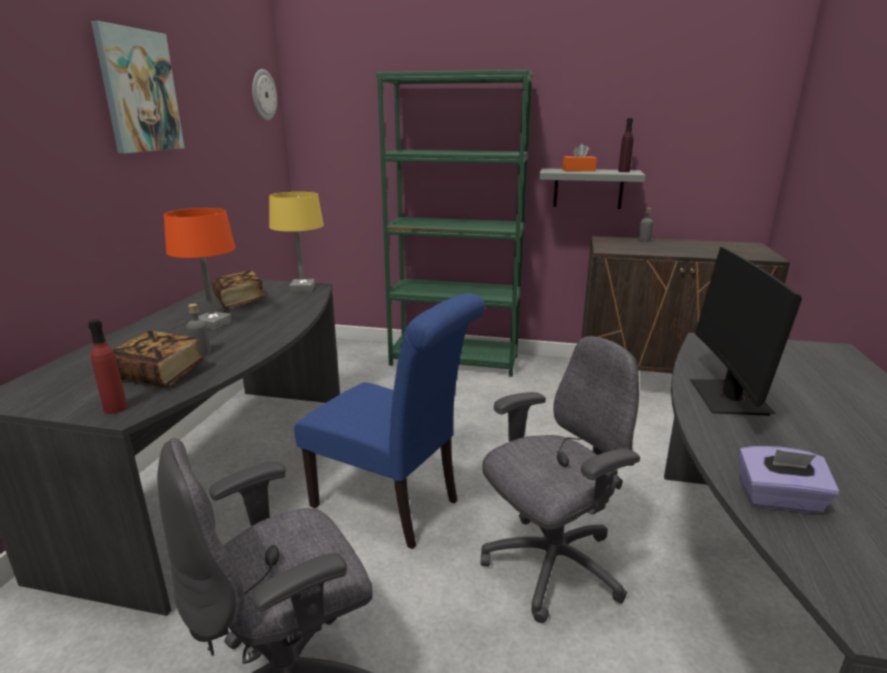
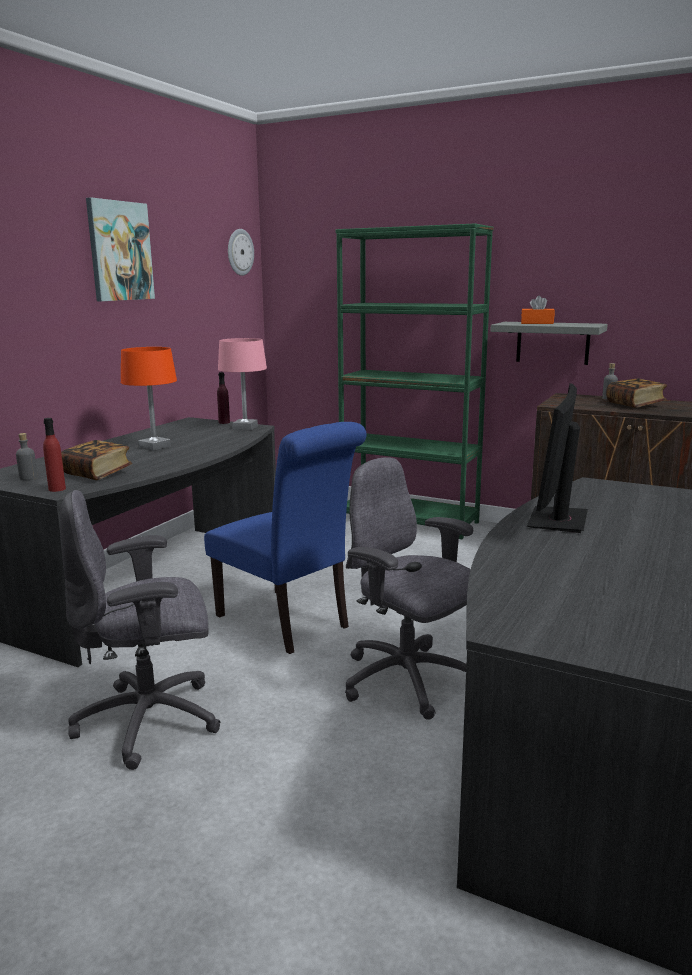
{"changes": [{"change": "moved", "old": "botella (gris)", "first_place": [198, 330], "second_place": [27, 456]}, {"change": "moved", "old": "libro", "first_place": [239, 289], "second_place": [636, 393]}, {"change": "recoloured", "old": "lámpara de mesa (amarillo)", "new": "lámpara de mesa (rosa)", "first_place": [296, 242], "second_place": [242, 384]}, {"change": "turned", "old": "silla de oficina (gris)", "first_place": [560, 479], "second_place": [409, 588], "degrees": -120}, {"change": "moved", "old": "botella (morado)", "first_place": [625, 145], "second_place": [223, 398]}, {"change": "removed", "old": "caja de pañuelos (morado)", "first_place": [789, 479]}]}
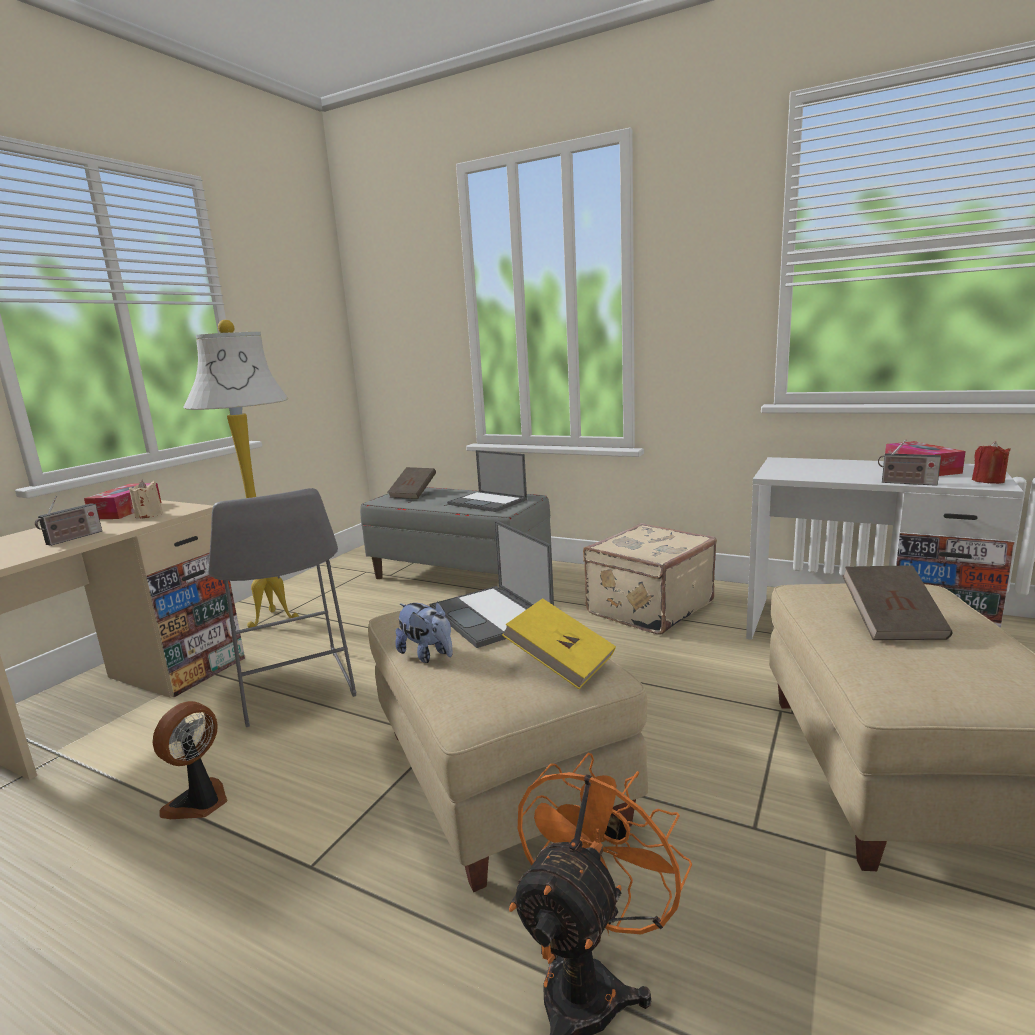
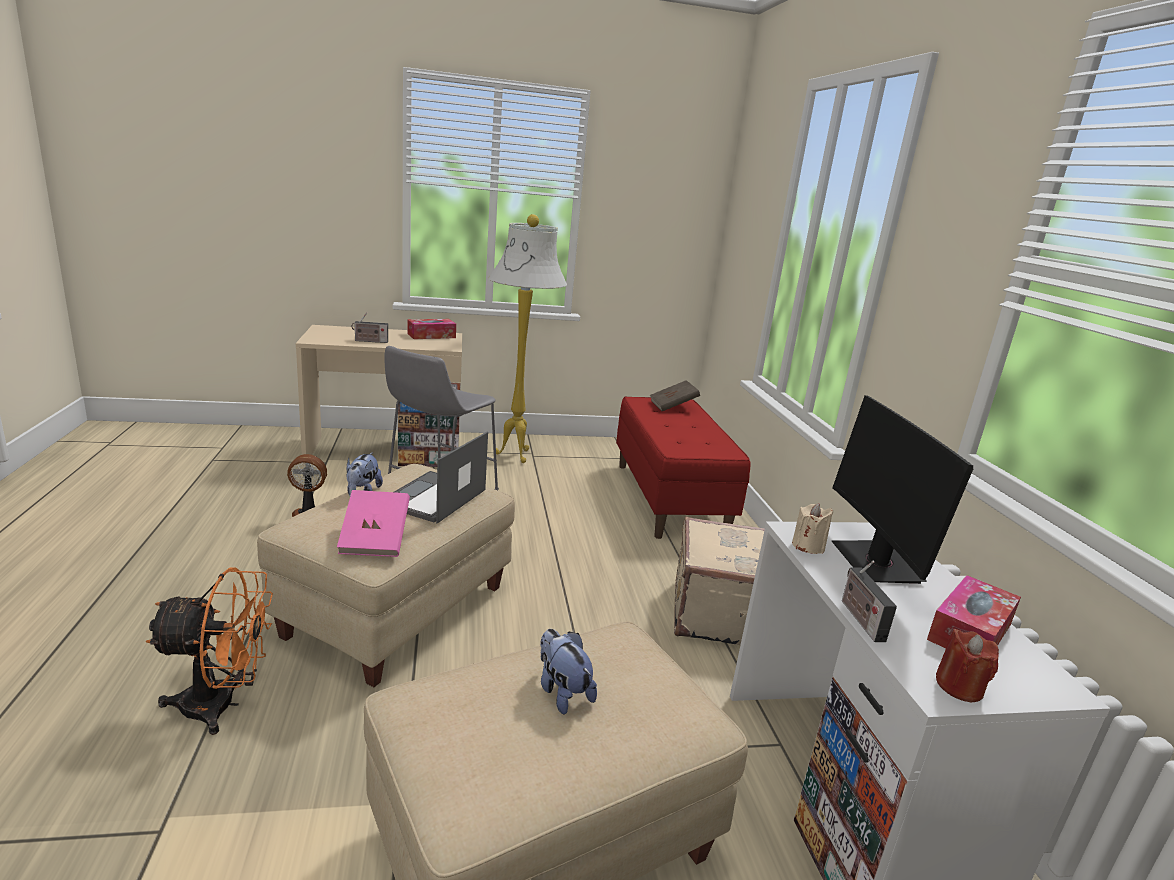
{"changes": [{"change": "moved", "old": "vela (beis)", "first_place": [146, 499], "second_place": [812, 528]}, {"change": "recoloured", "old": "banco (gris)", "new": "banco (rojo)", "first_place": [455, 533], "second_place": [683, 468]}, {"change": "removed", "old": "portátil", "first_place": [487, 481]}, {"change": "recoloured", "old": "libro (amarillo)", "new": "libro (rosa)", "first_place": [559, 643], "second_place": [373, 523]}, {"change": "replaced", "old": "libro (marrón)", "new": "peluche", "first_place": [897, 602], "second_place": [568, 672]}, {"change": "added", "new": "monitor", "second_place": [902, 489]}]}
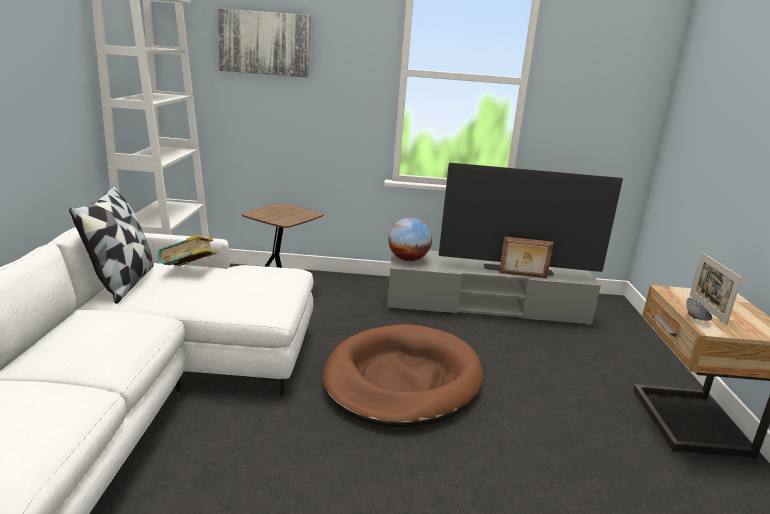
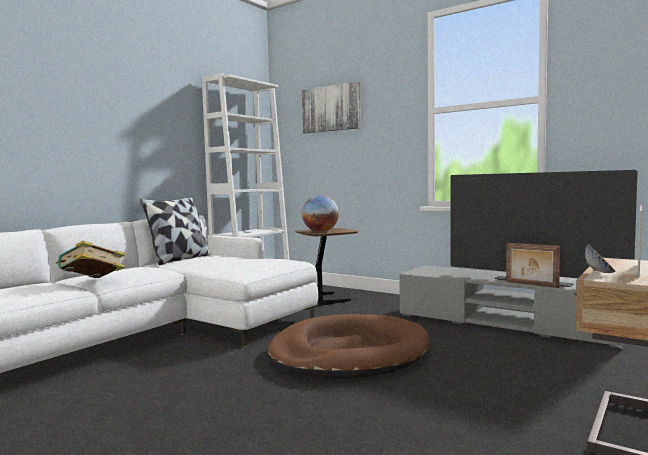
{"changes": [{"change": "moved", "old": "libro", "first_place": [187, 250], "second_place": [90, 259]}, {"change": "moved", "old": "globo terráqueo", "first_place": [410, 239], "second_place": [320, 213]}]}
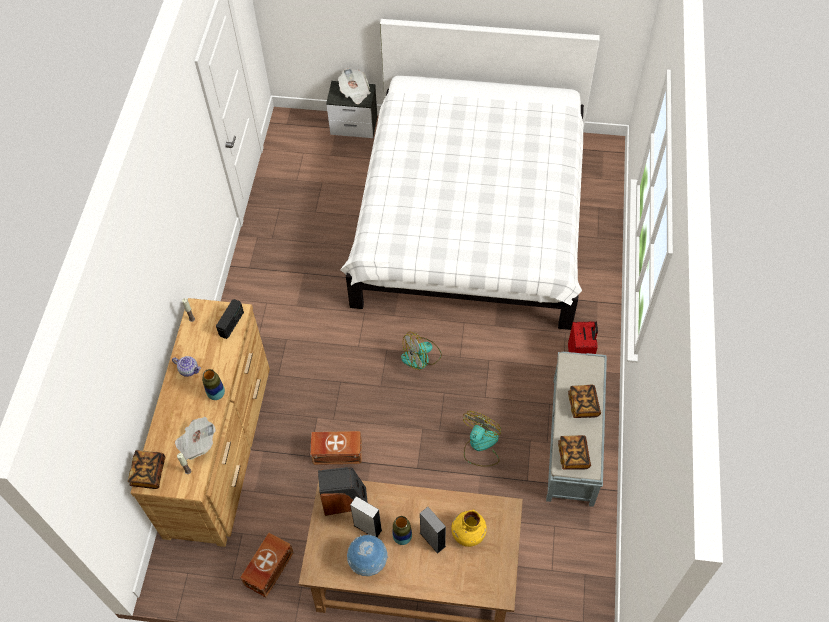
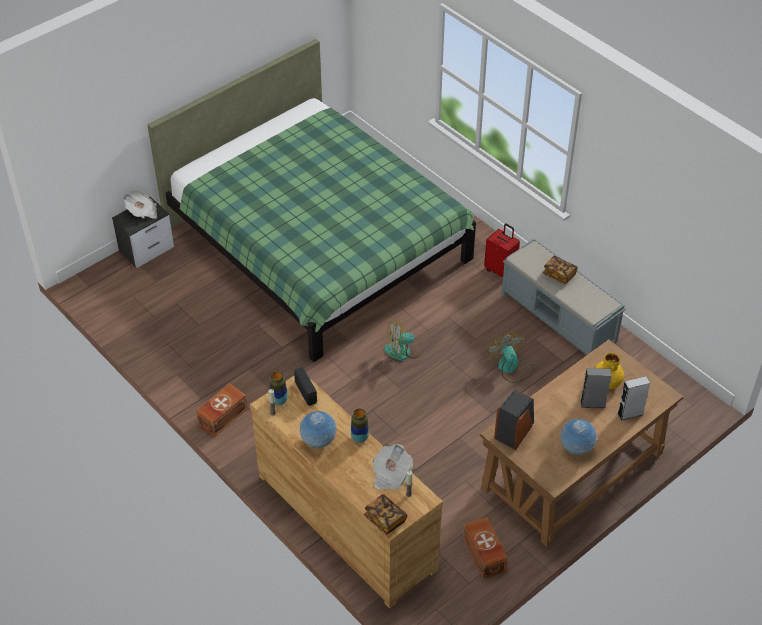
{"changes": [{"change": "replaced", "old": "tetera", "new": "globo terráqueo", "first_place": [186, 366], "second_place": [318, 429]}, {"change": "moved", "old": "caja de almacenaje (marrón)", "first_place": [336, 448], "second_place": [221, 410]}, {"change": "recoloured", "old": "cama (blanco)", "new": "cama (verde)", "first_place": [470, 174], "second_place": [311, 200]}, {"change": "moved", "old": "altavoz (gris)", "first_place": [366, 516], "second_place": [633, 398]}, {"change": "moved", "old": "florero", "first_place": [402, 530], "second_place": [279, 388]}, {"change": "turned", "old": "ventilador", "first_place": [421, 351], "second_place": [404, 340], "degrees": 60}, {"change": "removed", "old": "libro", "first_place": [574, 452]}]}
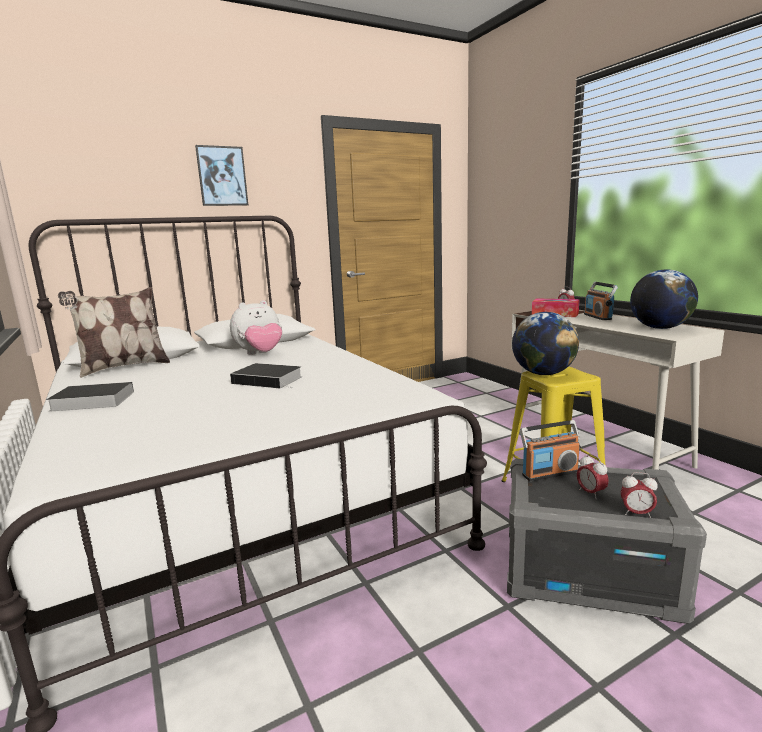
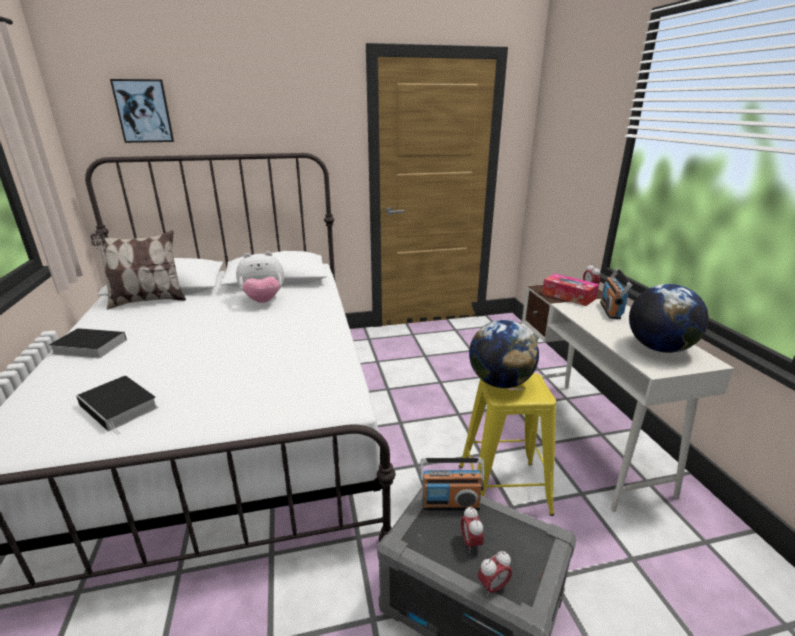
{"changes": [{"change": "moved", "old": "cuadro", "first_place": [221, 175], "second_place": [142, 111]}, {"change": "moved", "old": "libro", "first_place": [266, 375], "second_place": [117, 405]}, {"change": "turned", "old": "despertador", "first_place": [639, 495], "second_place": [495, 574], "degrees": -60}]}
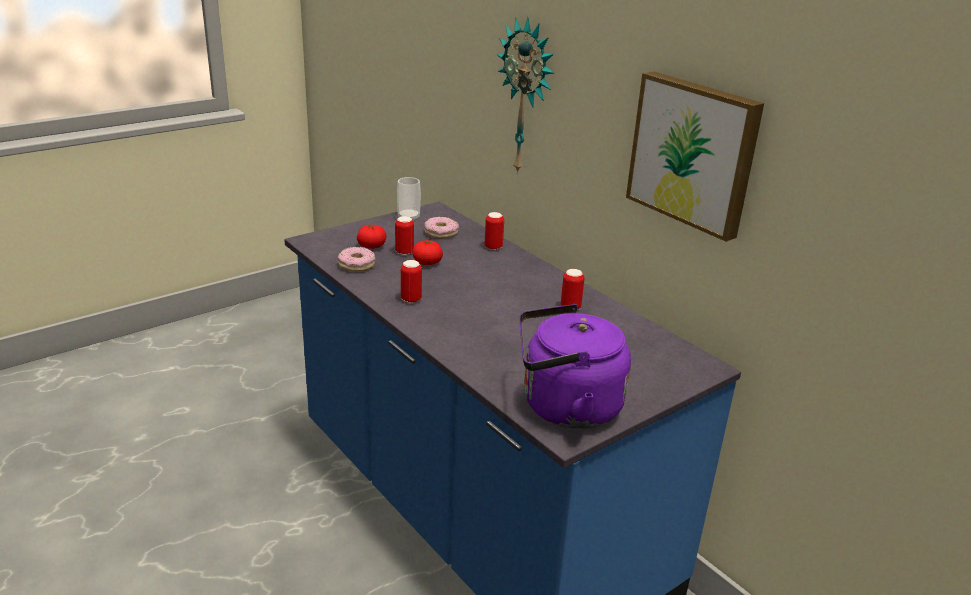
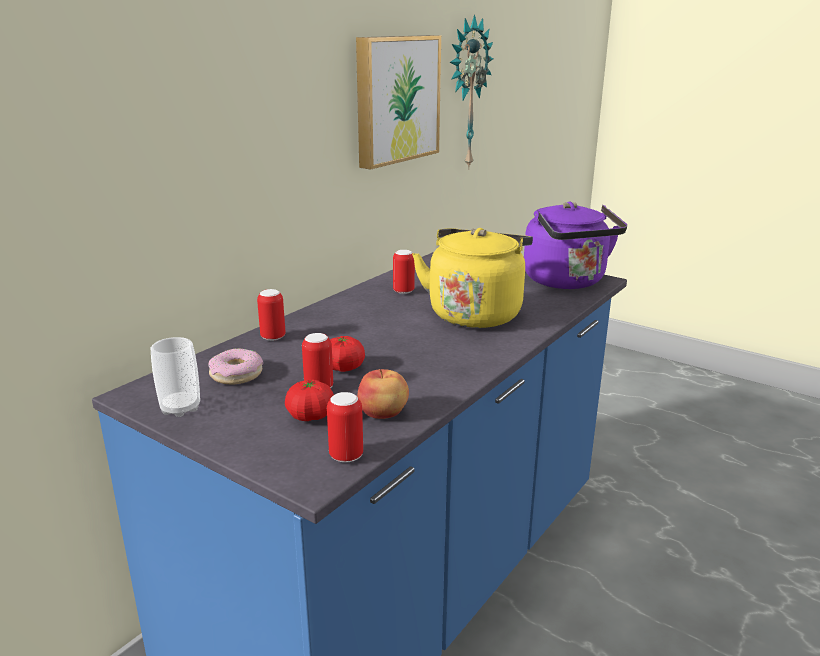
{"changes": [{"change": "replaced", "old": "rosquilla", "new": "manzana", "first_place": [356, 259], "second_place": [383, 394]}, {"change": "moved", "old": "lata", "first_place": [411, 281], "second_place": [345, 427]}, {"change": "moved", "old": "reloj de pared", "first_place": [525, 95], "second_place": [471, 92]}, {"change": "added", "new": "hervidor (amarillo)", "second_place": [472, 278]}]}
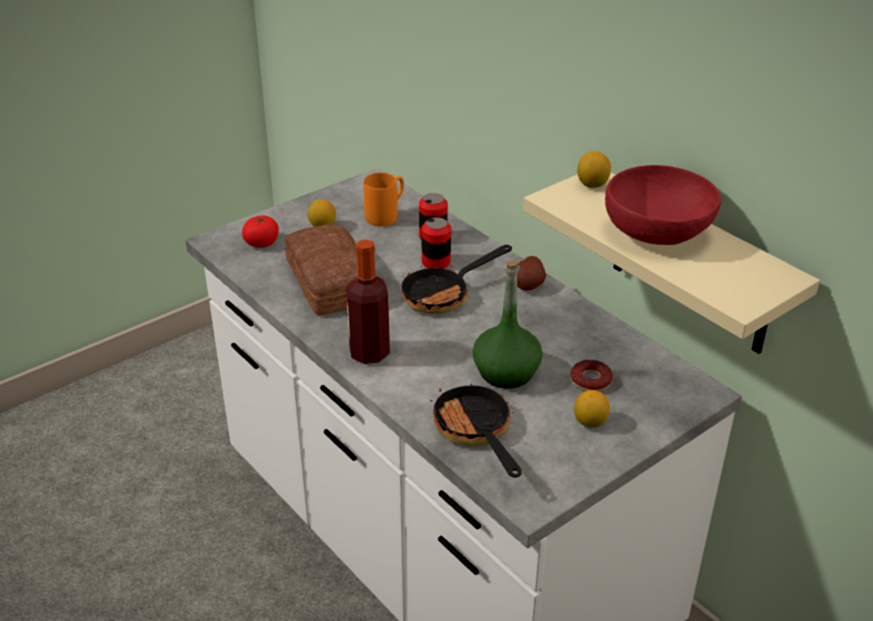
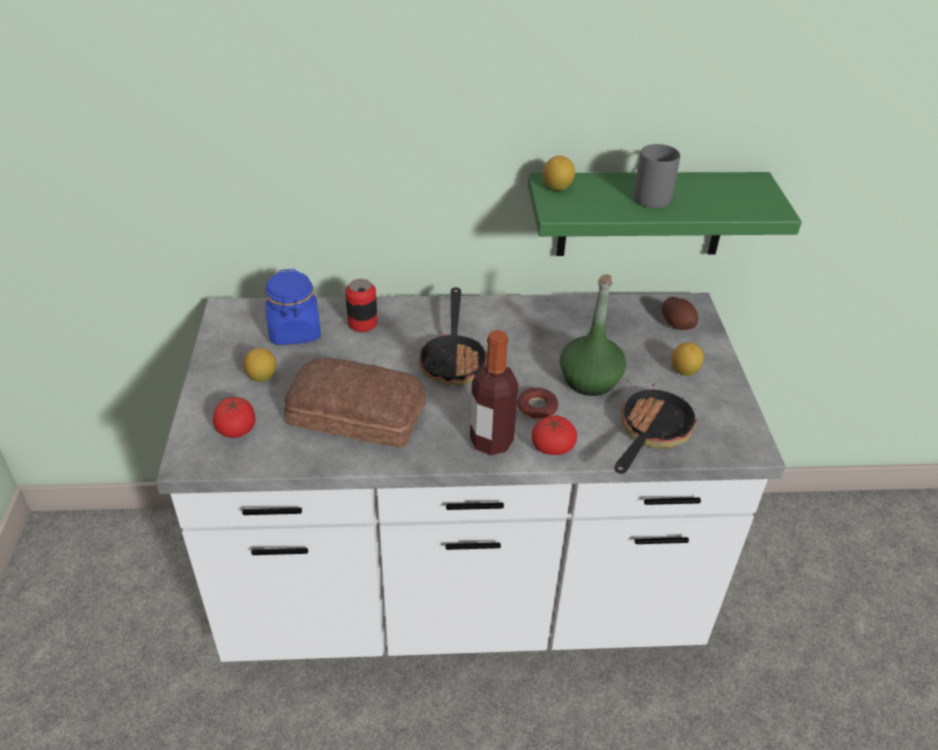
{"changes": [{"change": "replaced", "old": "taza grande (naranja)", "new": "tarro (azul)", "first_place": [384, 199], "second_place": [293, 307]}, {"change": "removed", "old": "lata", "first_place": [436, 243]}, {"change": "turned", "old": "sartén", "first_place": [476, 428], "second_place": [655, 425], "degrees": 105}, {"change": "moved", "old": "patata", "first_place": [531, 273], "second_place": [680, 313]}, {"change": "recoloured", "old": "estante (beis)", "new": "estante (verde)", "first_place": [671, 263], "second_place": [665, 214]}, {"change": "moved", "old": "rosquilla", "first_place": [591, 375], "second_place": [537, 404]}, {"change": "replaced", "old": "cuenco (rojo)", "new": "taza grande (gris)", "first_place": [663, 205], "second_place": [657, 176]}, {"change": "added", "new": "tomate", "second_place": [554, 435]}]}
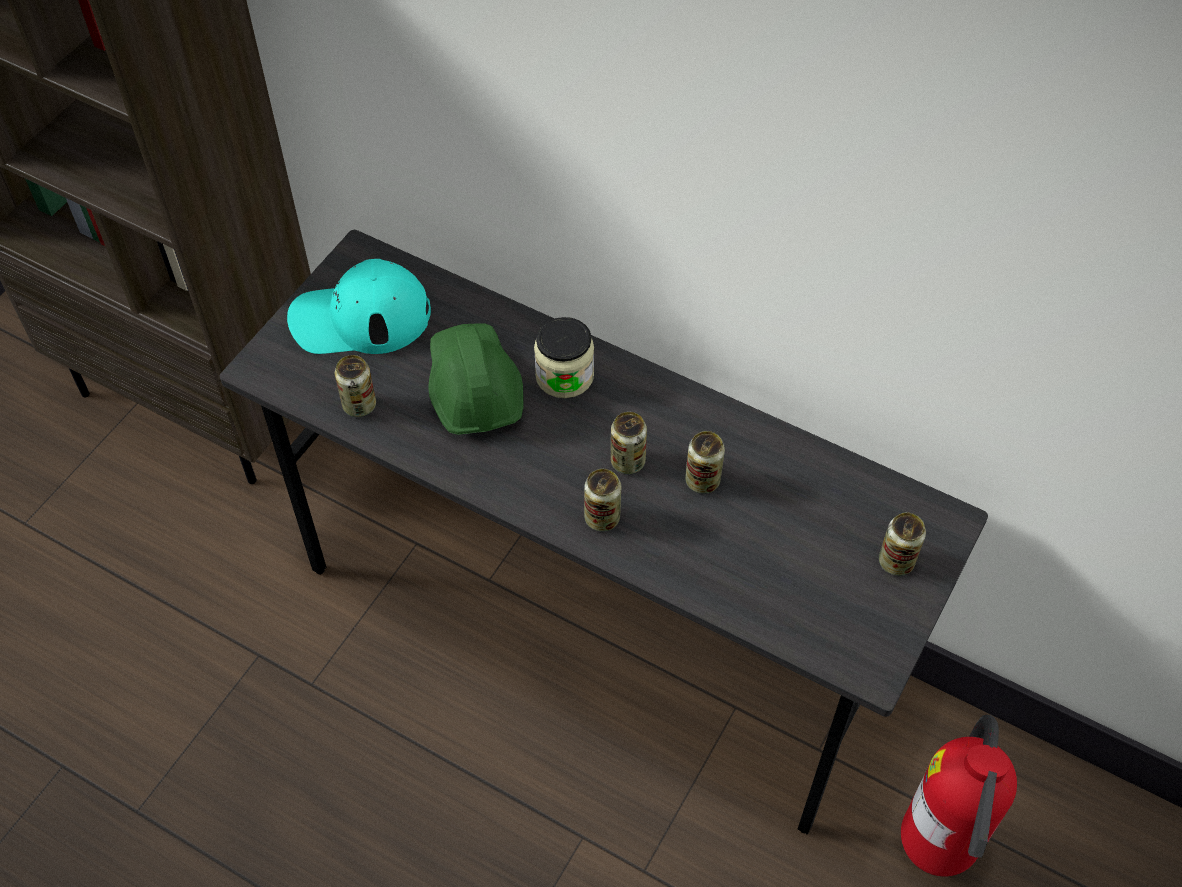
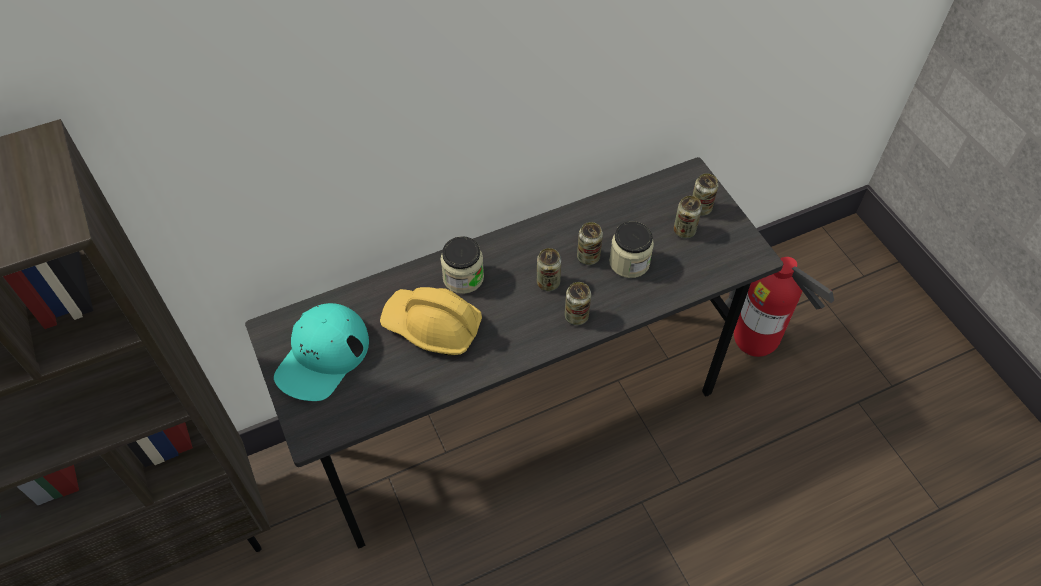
{"changes": [{"change": "moved", "old": "lata", "first_place": [355, 386], "second_place": [688, 217]}, {"change": "recoloured", "old": "casco (verde)", "new": "casco (amarillo)", "first_place": [475, 379], "second_place": [431, 321]}, {"change": "added", "new": "tarro", "second_place": [631, 249]}]}
